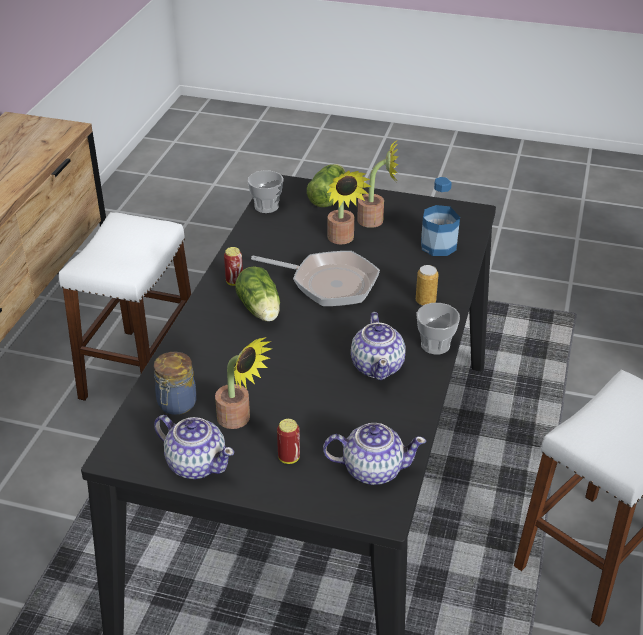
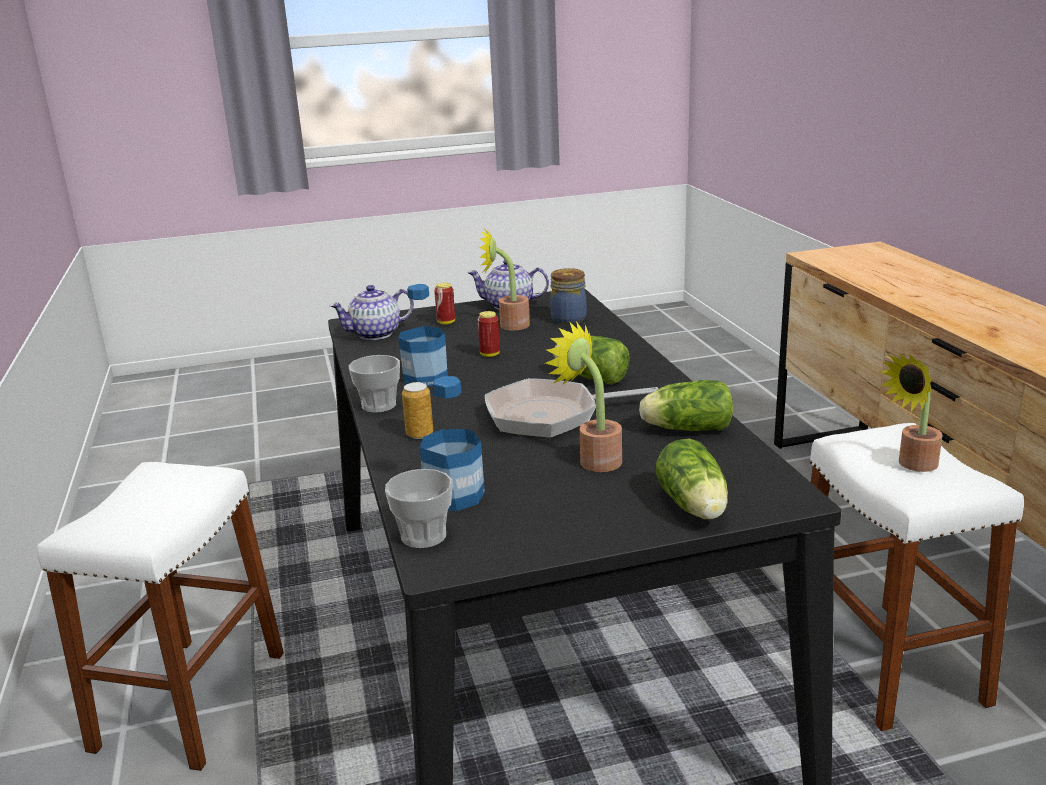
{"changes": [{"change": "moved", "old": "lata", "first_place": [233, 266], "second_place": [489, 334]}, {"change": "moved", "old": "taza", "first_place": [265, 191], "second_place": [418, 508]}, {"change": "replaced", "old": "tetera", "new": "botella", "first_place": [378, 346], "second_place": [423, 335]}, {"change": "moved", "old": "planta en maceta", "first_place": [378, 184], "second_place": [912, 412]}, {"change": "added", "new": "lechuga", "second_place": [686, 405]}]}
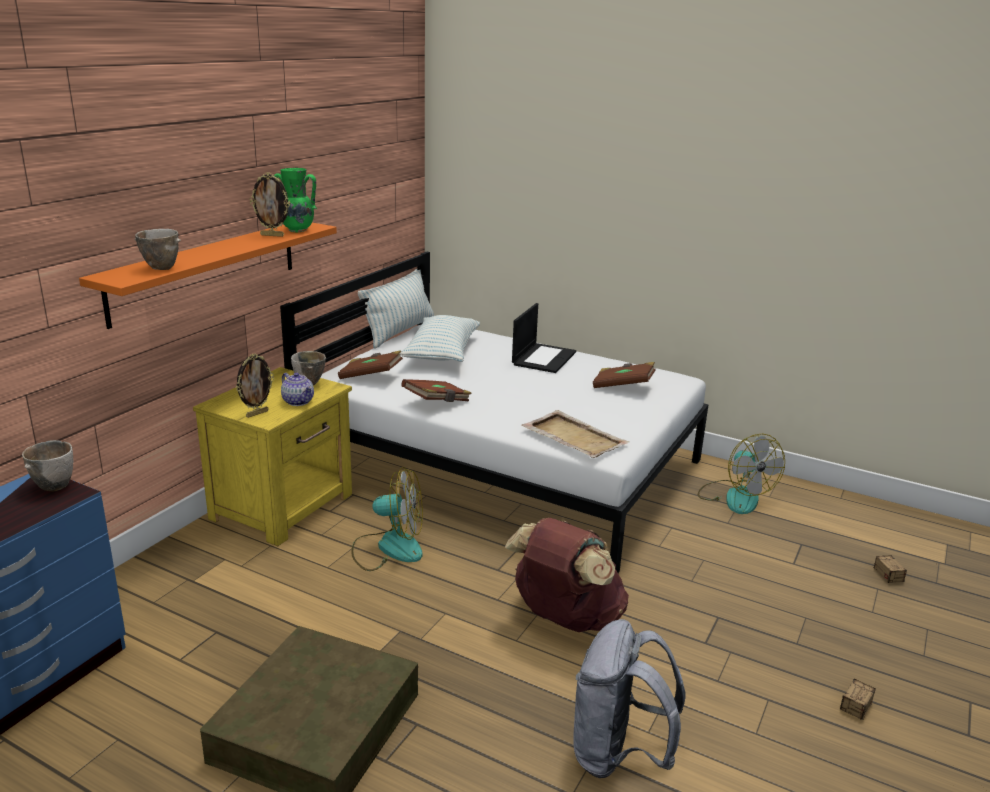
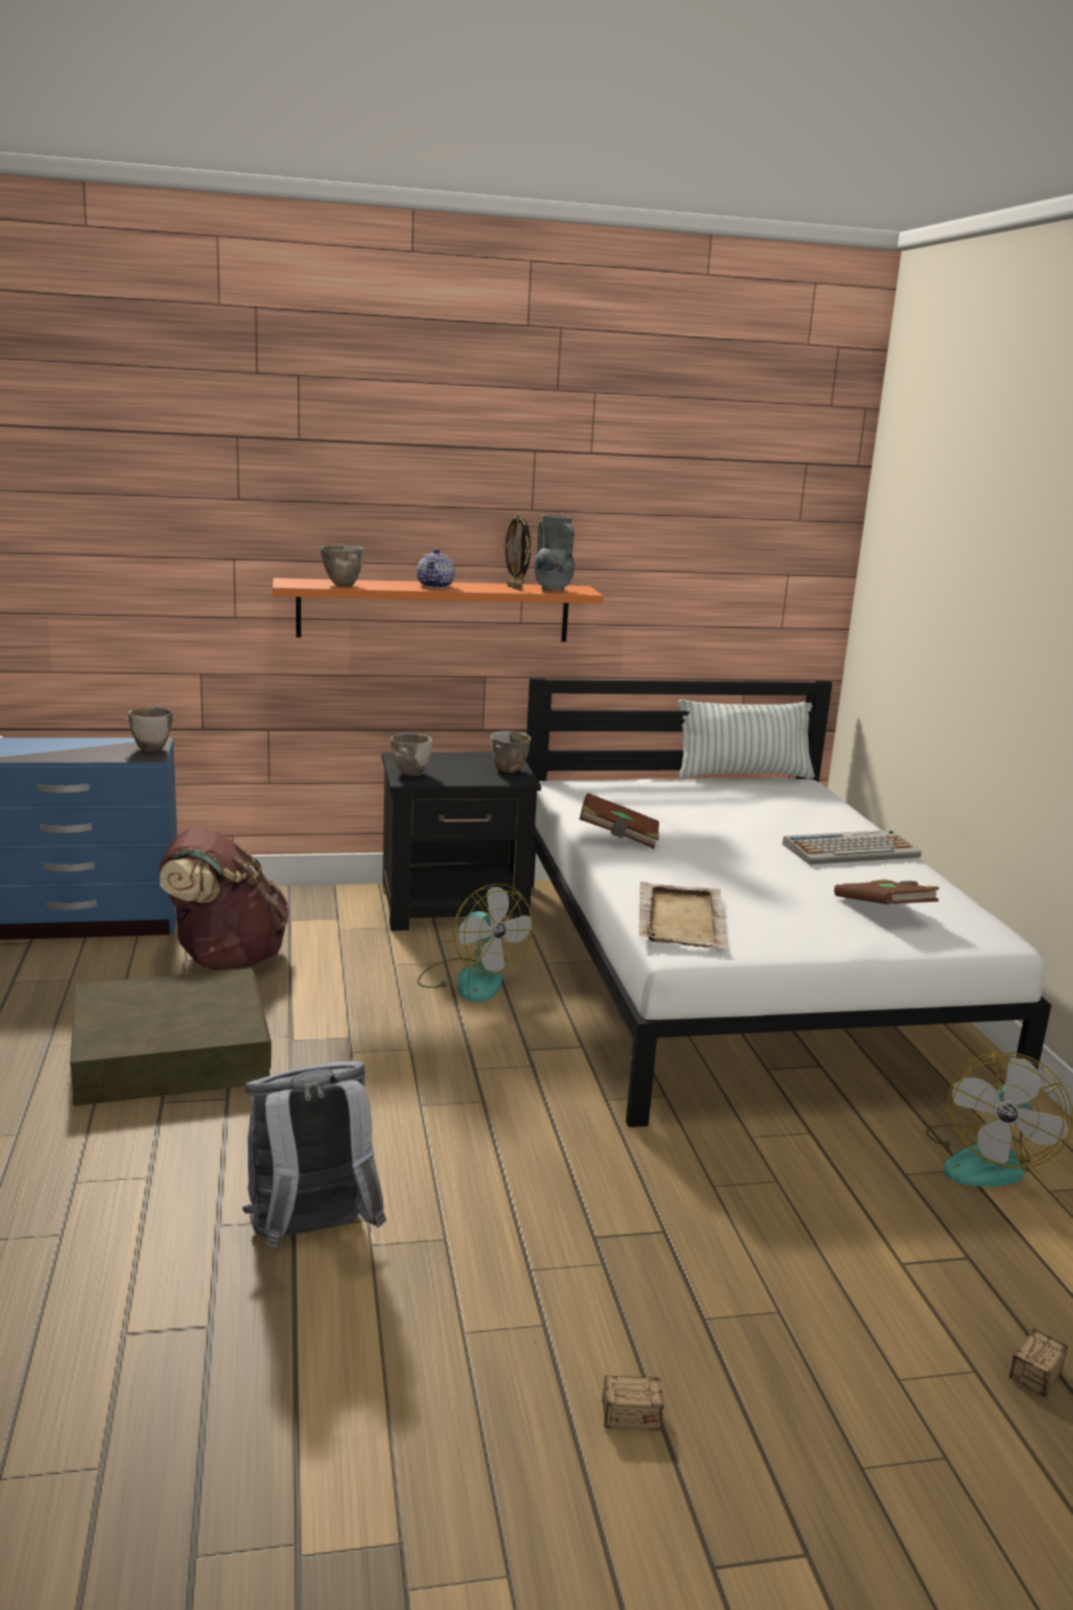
{"changes": [{"change": "recoloured", "old": "mesita de noche (amarillo)", "new": "mesita de noche (negro)", "first_place": [272, 456], "second_place": [461, 841]}, {"change": "replaced", "old": "portarretratos", "new": "cuenco", "first_place": [255, 386], "second_place": [411, 754]}, {"change": "recoloured", "old": "florero (verde)", "new": "florero (gris)", "first_place": [295, 200], "second_place": [554, 553]}, {"change": "moved", "old": "tetera", "first_place": [297, 389], "second_place": [436, 568]}, {"change": "removed", "old": "libro (marrón)", "first_place": [370, 364]}, {"change": "removed", "old": "cojín", "first_place": [440, 338]}, {"change": "moved", "old": "mochila (marrón)", "first_place": [567, 575], "second_place": [223, 899]}, {"change": "replaced", "old": "portátil", "new": "teclado", "first_place": [544, 338], "second_place": [851, 847]}]}
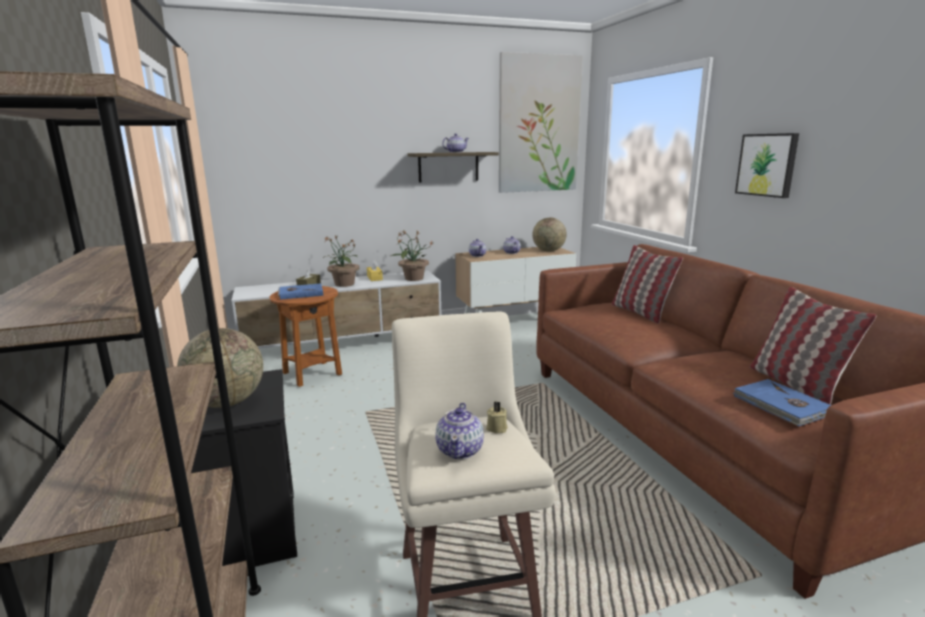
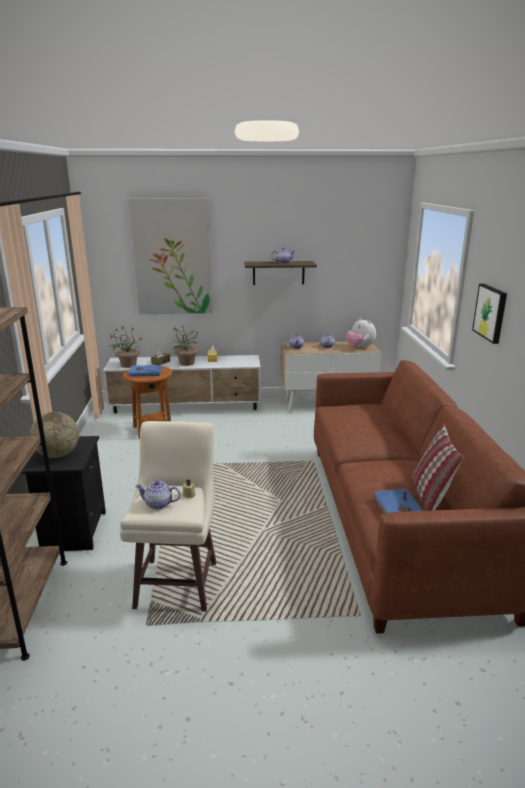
{"changes": [{"change": "moved", "old": "planta en maceta", "first_place": [412, 255], "second_place": [126, 347]}, {"change": "turned", "old": "tetera", "first_place": [459, 431], "second_place": [157, 494], "degrees": 75}, {"change": "moved", "old": "cuadro", "first_place": [541, 122], "second_place": [170, 256]}, {"change": "replaced", "old": "globo terráqueo", "new": "peluche", "first_place": [549, 234], "second_place": [361, 333]}, {"change": "removed", "old": "cojín", "first_place": [647, 284]}]}
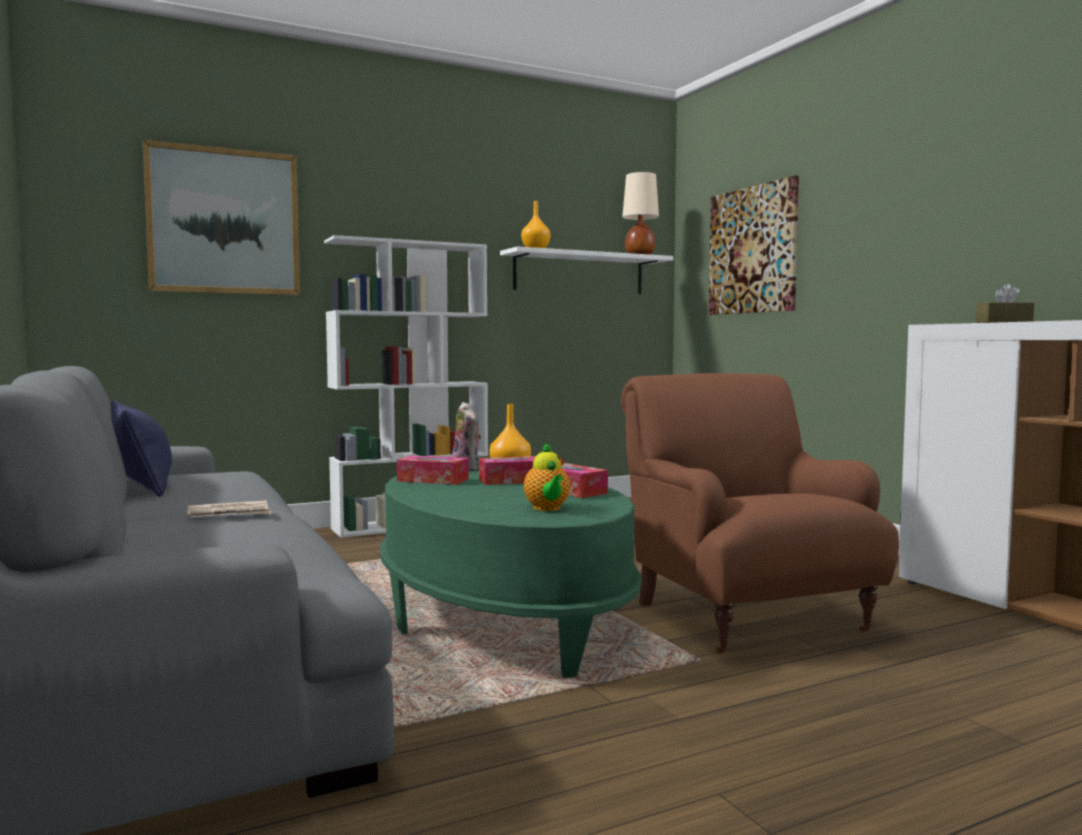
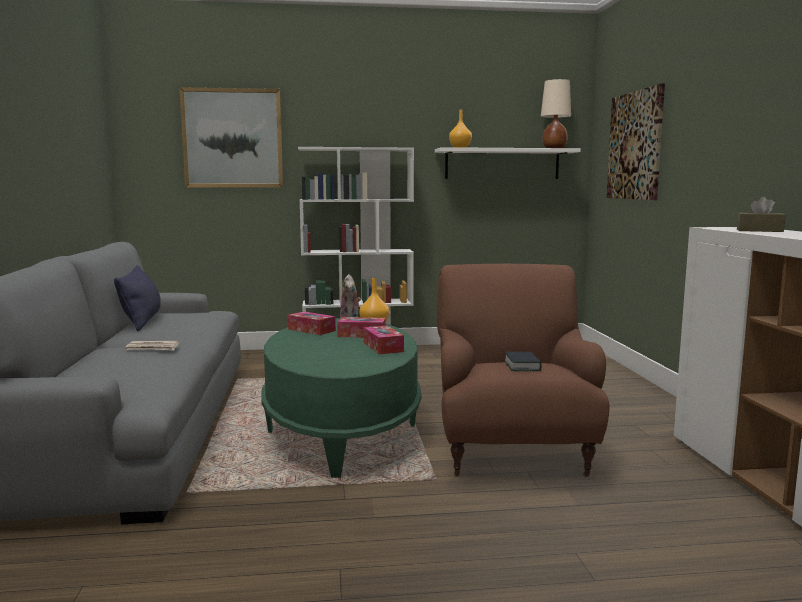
{"changes": [{"change": "removed", "old": "tetera", "first_place": [547, 476]}, {"change": "added", "new": "libro", "second_place": [523, 361]}]}
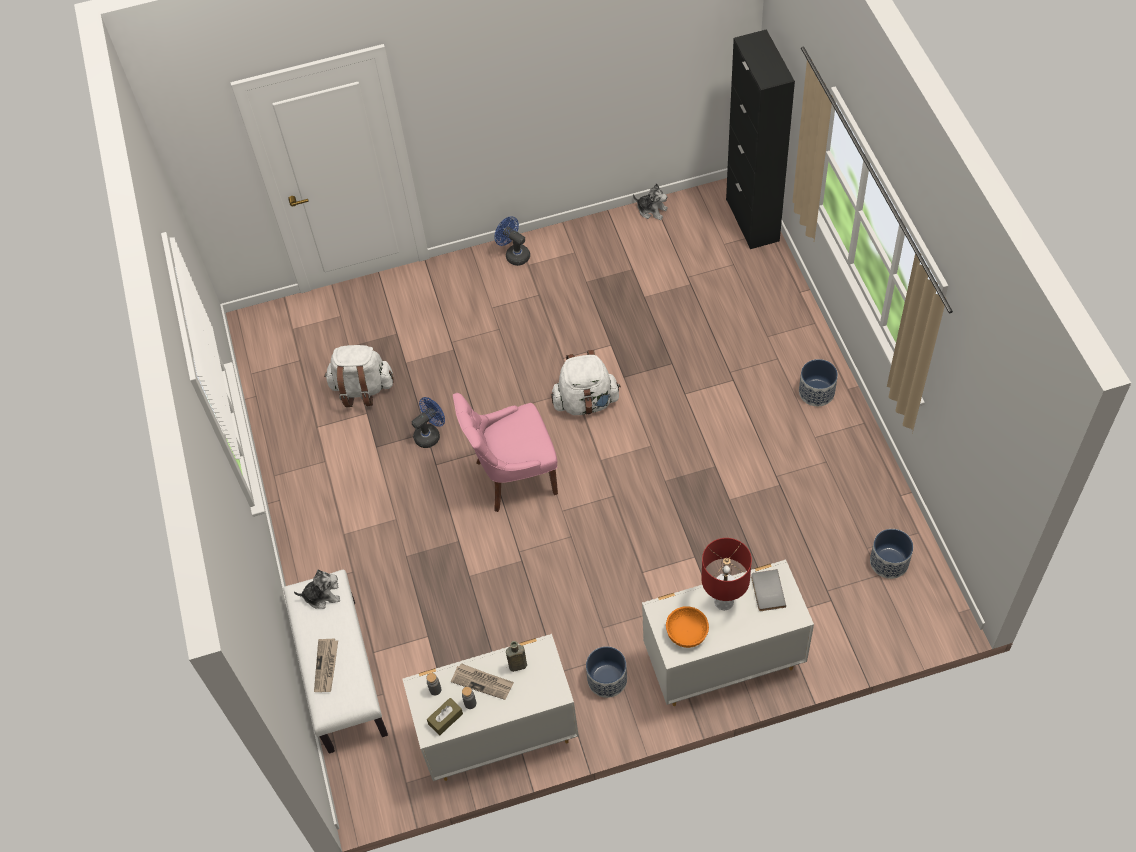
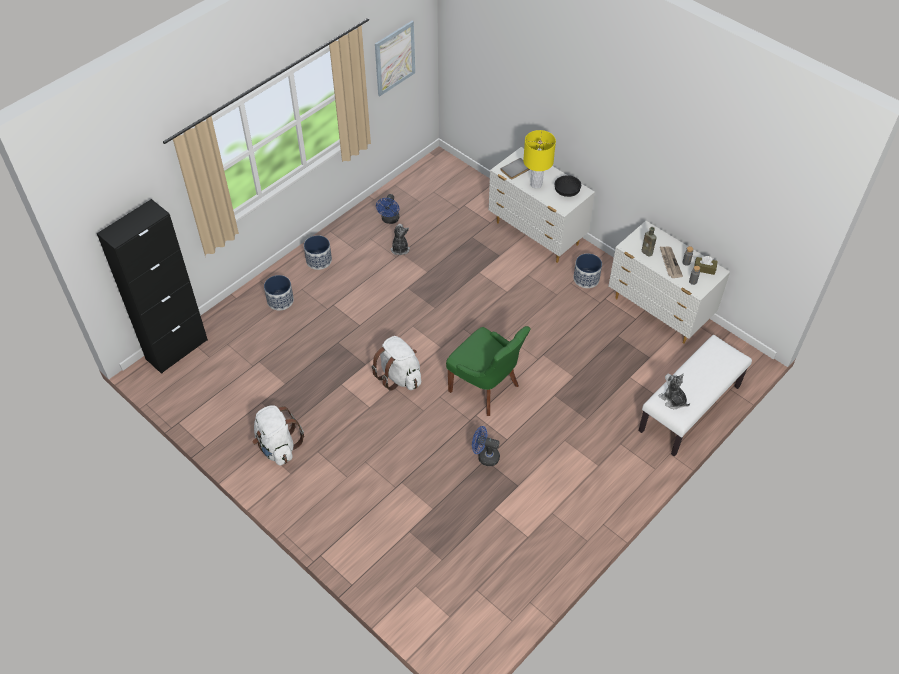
{"changes": [{"change": "removed", "old": "periódico", "first_place": [326, 665]}, {"change": "moved", "old": "mochila (blanco)", "first_place": [359, 376], "second_place": [278, 436]}, {"change": "recoloured", "old": "silla (rosa)", "new": "silla (verde)", "first_place": [505, 452], "second_place": [488, 371]}, {"change": "moved", "old": "ventilador (azul)", "first_place": [512, 241], "second_place": [387, 209]}, {"change": "moved", "old": "peluche", "first_place": [650, 202], "second_place": [400, 239]}, {"change": "recoloured", "old": "cuenco (naranja)", "new": "cuenco (negro)", "first_place": [687, 627], "second_place": [567, 186]}, {"change": "recoloured", "old": "lámpara de mesa (rojo)", "new": "lámpara de mesa (amarillo)", "first_place": [726, 574], "second_place": [539, 159]}, {"change": "moved", "old": "maceta", "first_place": [891, 554], "second_place": [279, 292]}, {"change": "added", "new": "cuadro", "second_place": [395, 58]}]}
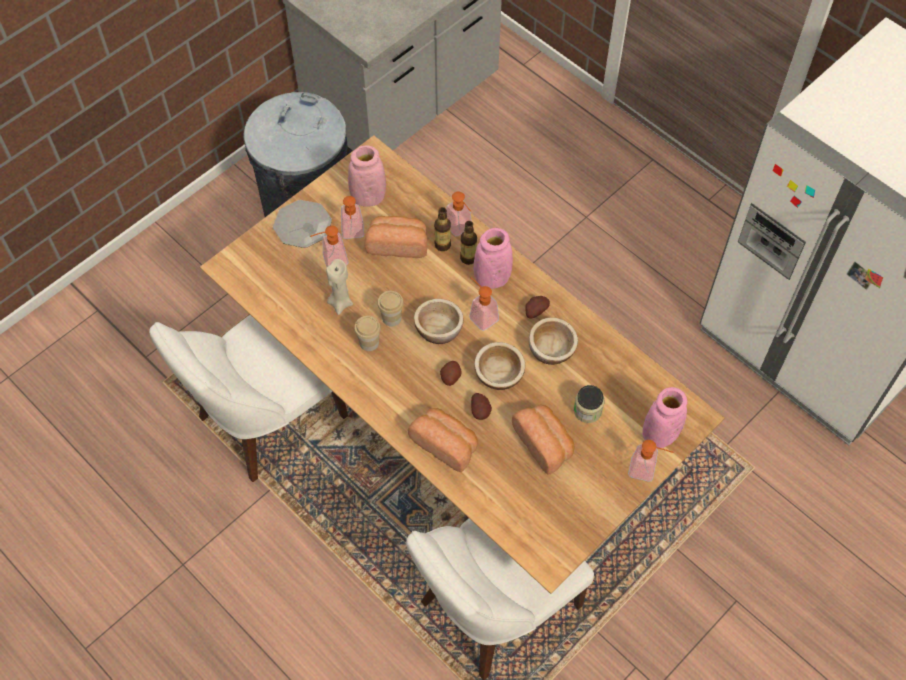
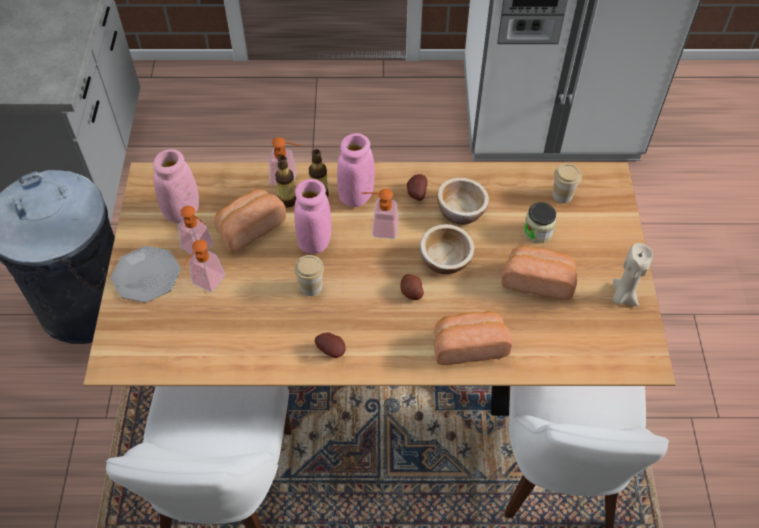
{"changes": [{"change": "moved", "old": "vela (beis)", "first_place": [339, 287], "second_place": [633, 274]}, {"change": "moved", "old": "taza", "first_place": [367, 333], "second_place": [567, 183]}, {"change": "removed", "old": "cuenco", "first_place": [439, 321]}, {"change": "moved", "old": "patata", "first_place": [481, 406], "second_place": [330, 345]}, {"change": "removed", "old": "dispensador de jabón", "first_place": [650, 461]}, {"change": "moved", "old": "florero (rosa)", "first_place": [664, 417], "second_place": [312, 216]}]}
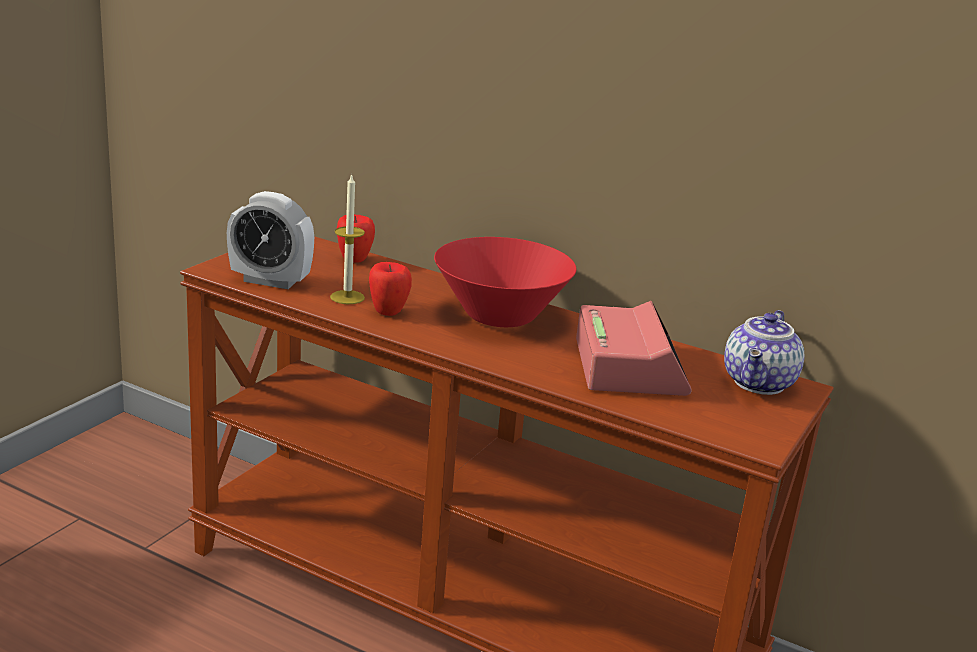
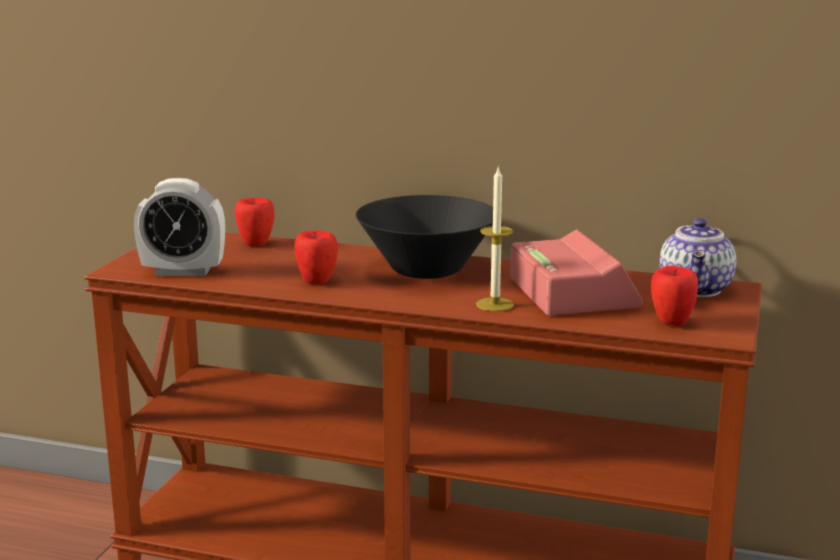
{"changes": [{"change": "moved", "old": "vela", "first_place": [347, 238], "second_place": [495, 240]}, {"change": "recoloured", "old": "cuenco (rojo)", "new": "cuenco (negro)", "first_place": [505, 282], "second_place": [424, 237]}, {"change": "added", "new": "manzana", "second_place": [674, 296]}]}
